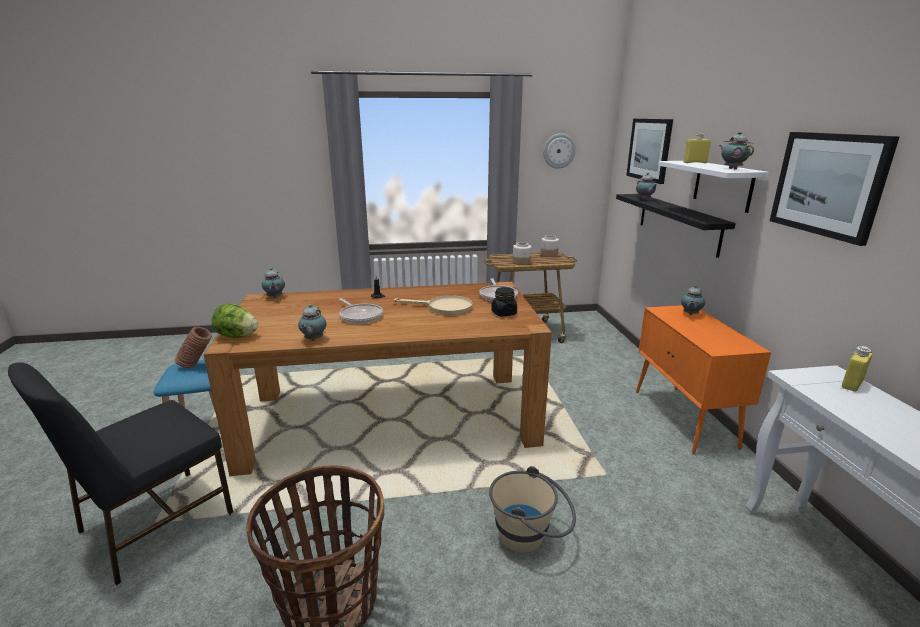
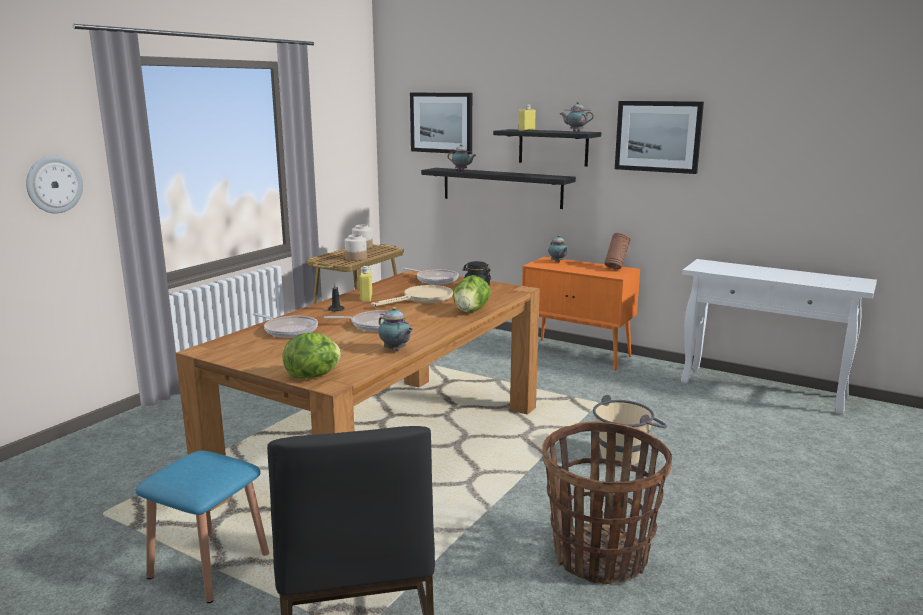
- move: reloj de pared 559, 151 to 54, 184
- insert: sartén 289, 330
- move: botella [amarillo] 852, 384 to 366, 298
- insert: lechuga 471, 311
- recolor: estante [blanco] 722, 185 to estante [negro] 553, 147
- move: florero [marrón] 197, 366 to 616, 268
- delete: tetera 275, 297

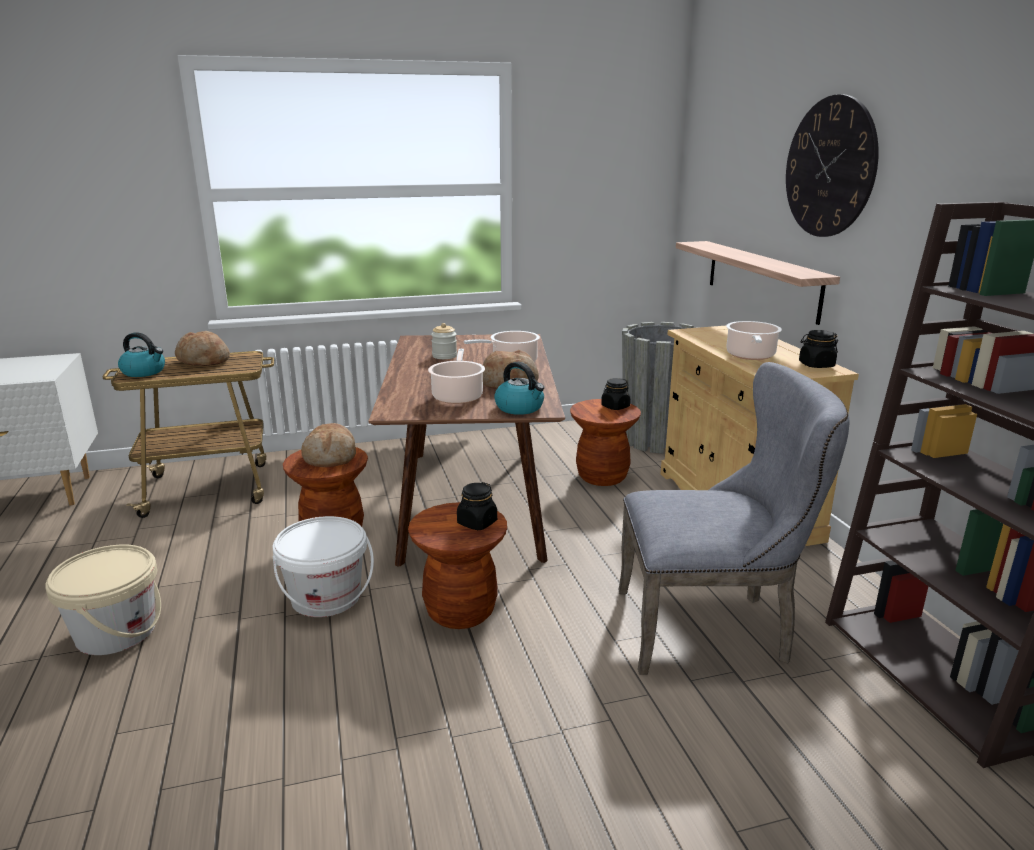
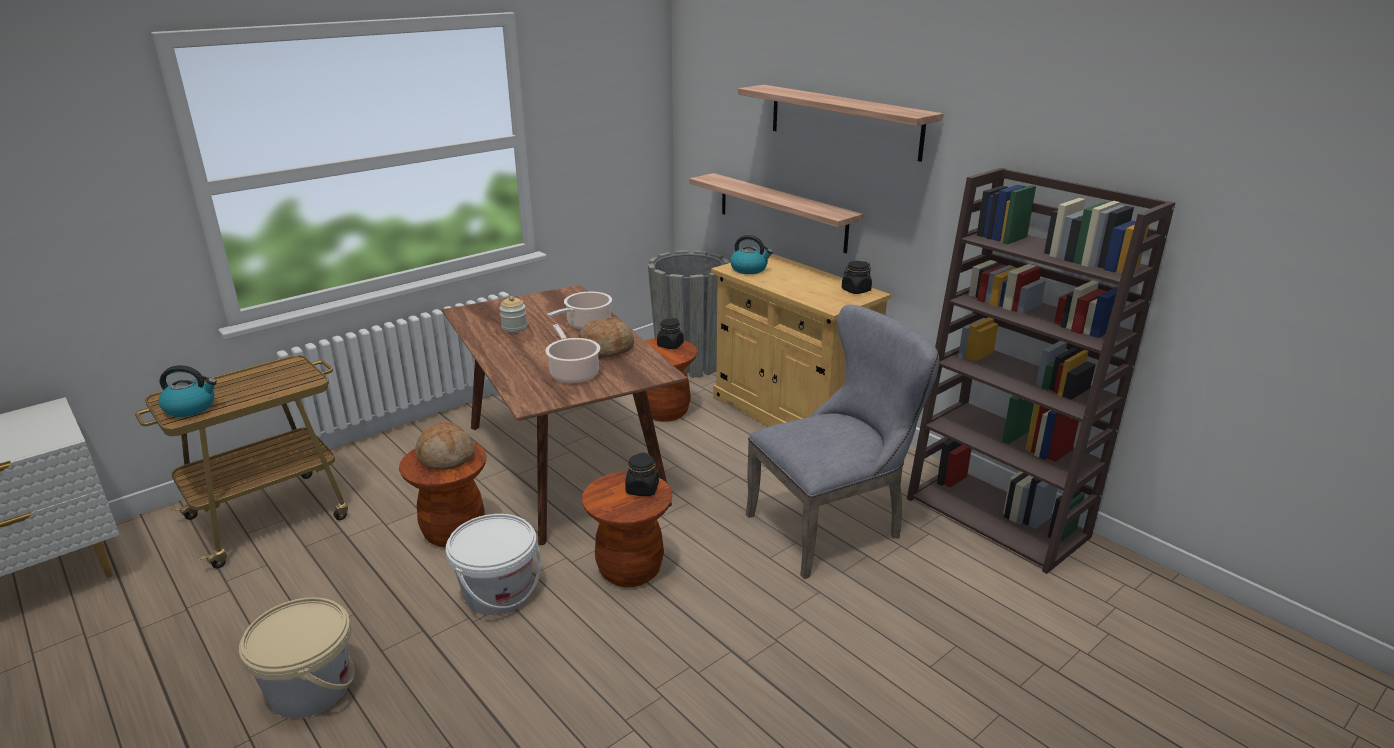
- move: hervidor 520, 408 to 749, 269
- replace: reloj de pared 830, 167 to estante 844, 121
- delete: pan 203, 360
- delete: olla 750, 356

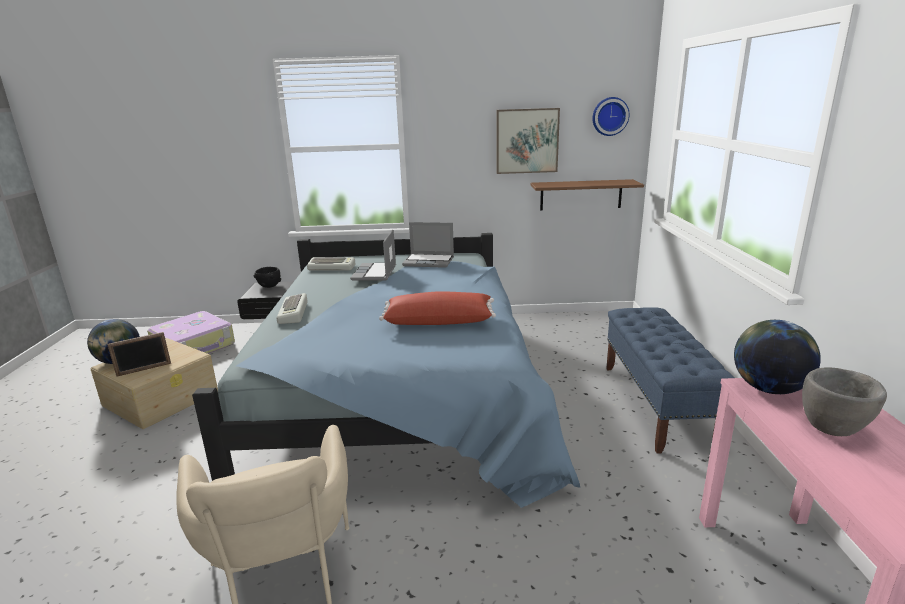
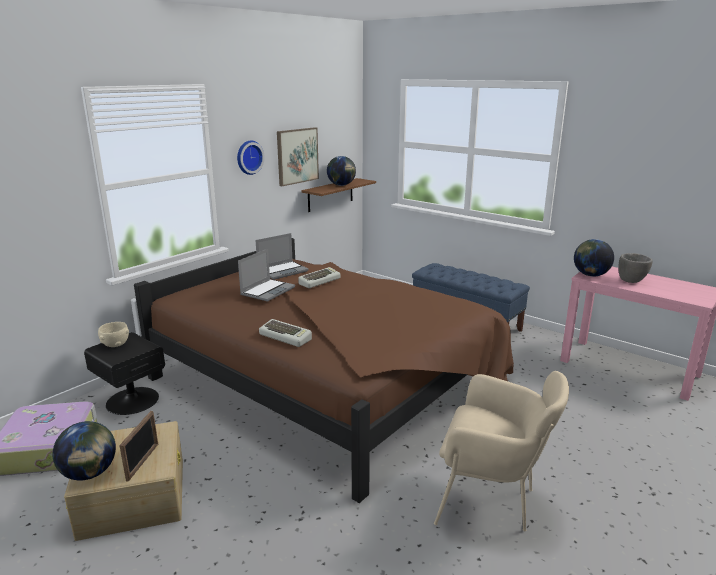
- recolor: cuenco [negro] 269, 286 to cuenco [beis] 115, 345
- recolor: cama [azul] 402, 391 to cama [marrón] 330, 382
- move: reloj de pared 609, 116 to 248, 157
- rotate: portátil 375, 273 = 267, 291 105 degrees counterclockwise
- move: teclado 332, 267 to 319, 281
- insert: globo terráqueo 341, 185
- delete: cojín [rojo] 439, 321

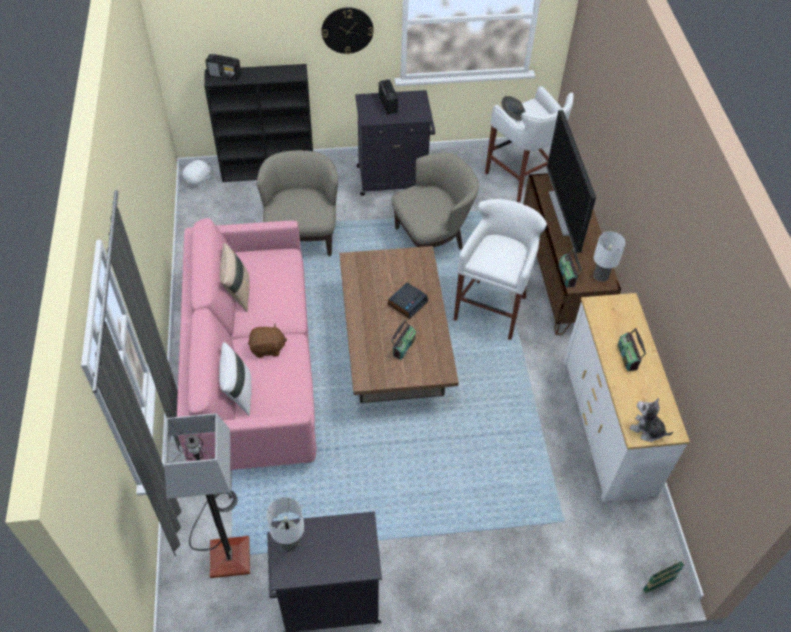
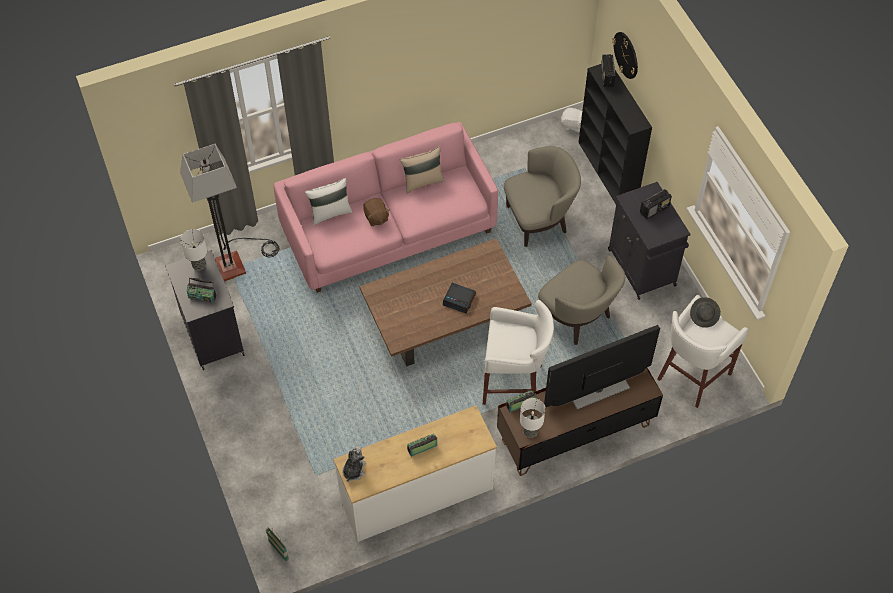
- move: radio 403, 346 to 202, 295
- move: reloj de pared 347, 30 to 626, 55

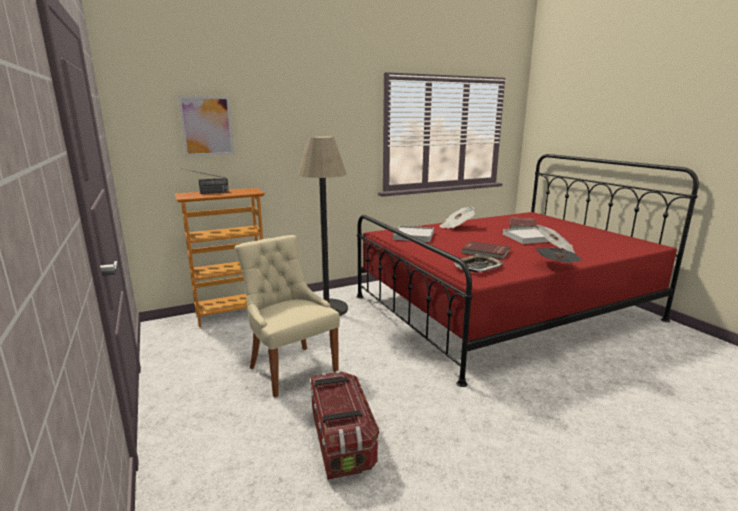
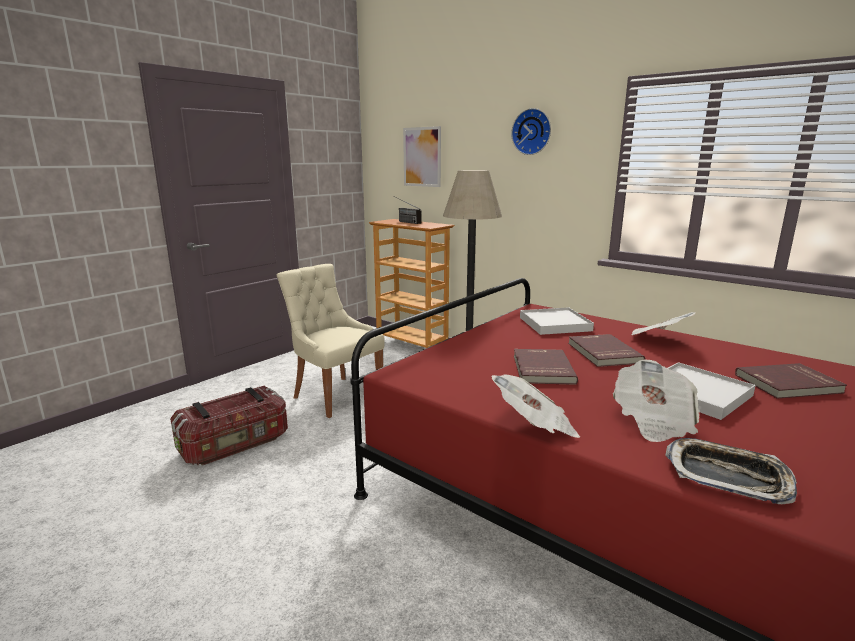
- rotate: silla [beis] 291, 368 = 335, 395 75 degrees counterclockwise
- insert: reloj de pared 532, 132
- insert: libro [rojo] 602, 353
- move: bandeja 478, 267 to 727, 476

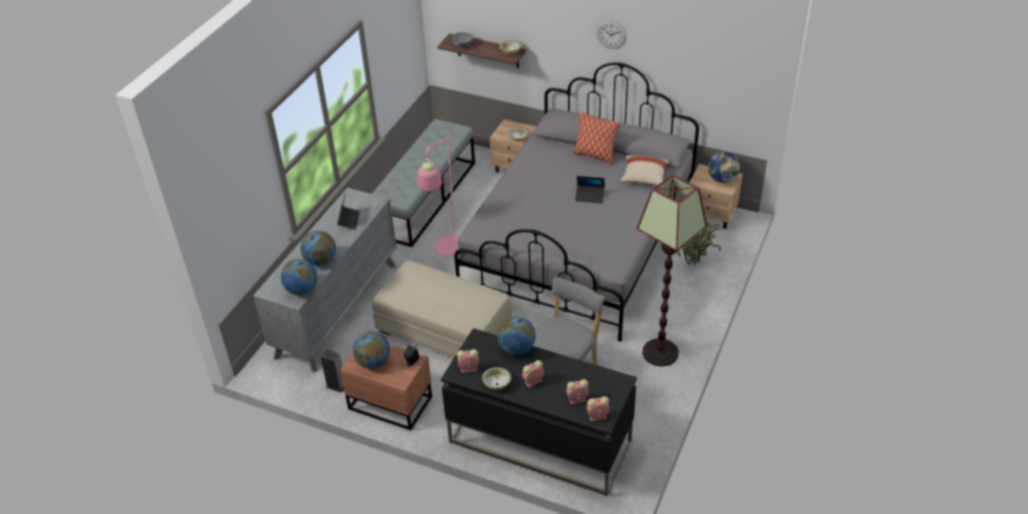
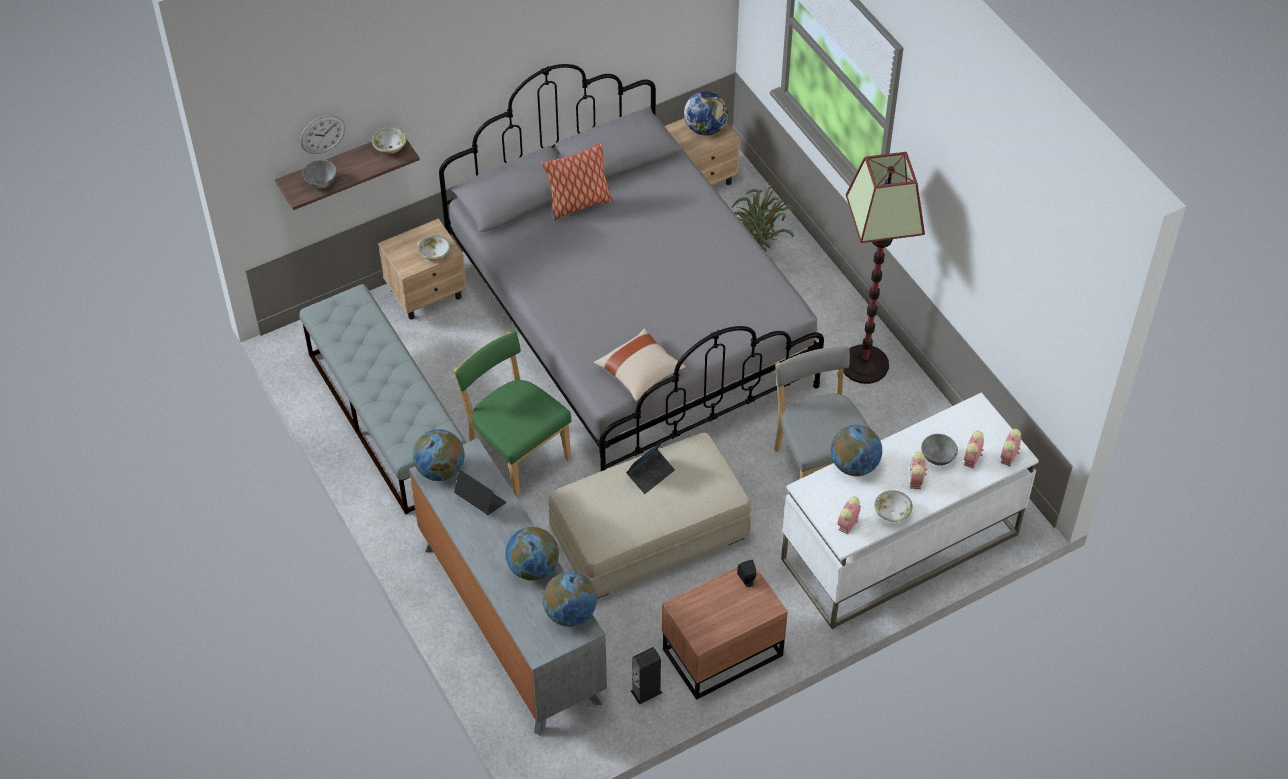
- move: reloj de pared 611, 34 to 322, 134
- move: globo terráqueo 373, 362 to 440, 470
- replace: lámpara de pie [rosa] 448, 252 to silla [verde] 516, 453
- move: cojín [beis] 644, 178 to 640, 373
- move: portátil 590, 196 to 650, 474
- recolor: escritorio [negro] 539, 442 to escritorio [blanco] 899, 547
- insert: cuenco [gris] 937, 457

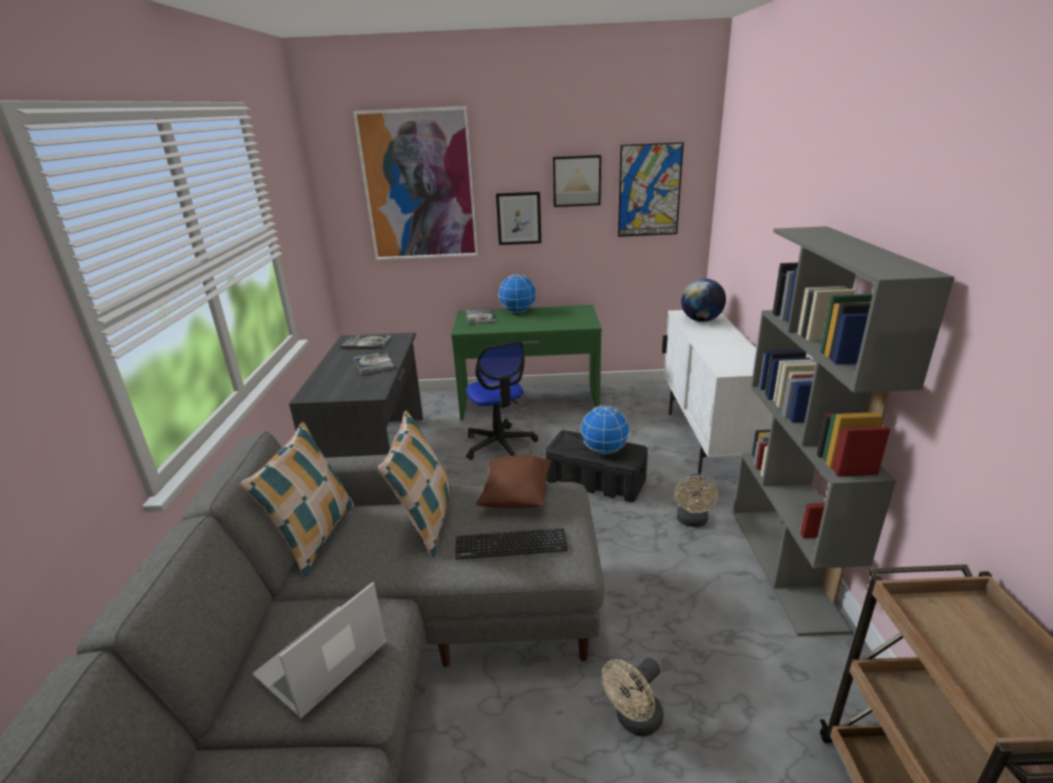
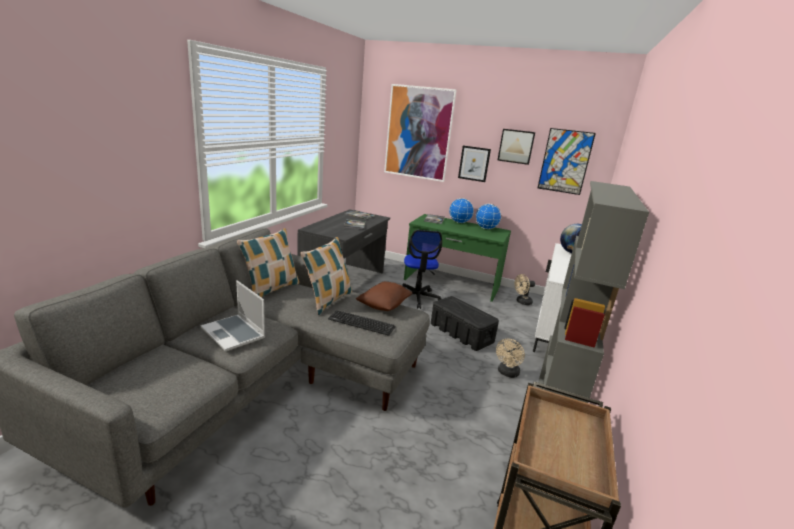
- rotate: portátil 322, 663 = 234, 333 105 degrees counterclockwise
- move: globo terráqueo 604, 450 to 486, 228
- move: ventilador [beis] 634, 721 to 521, 302

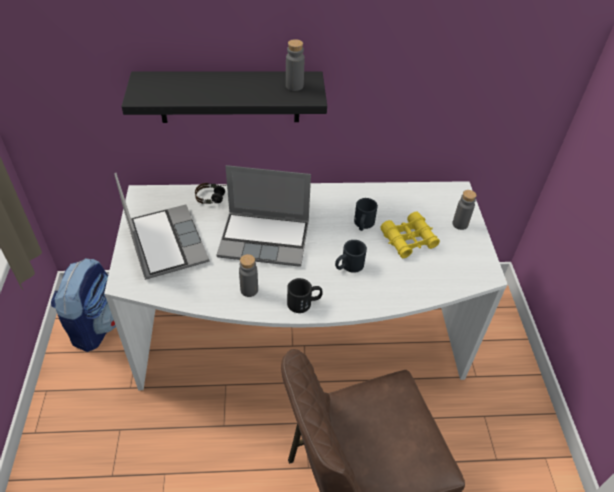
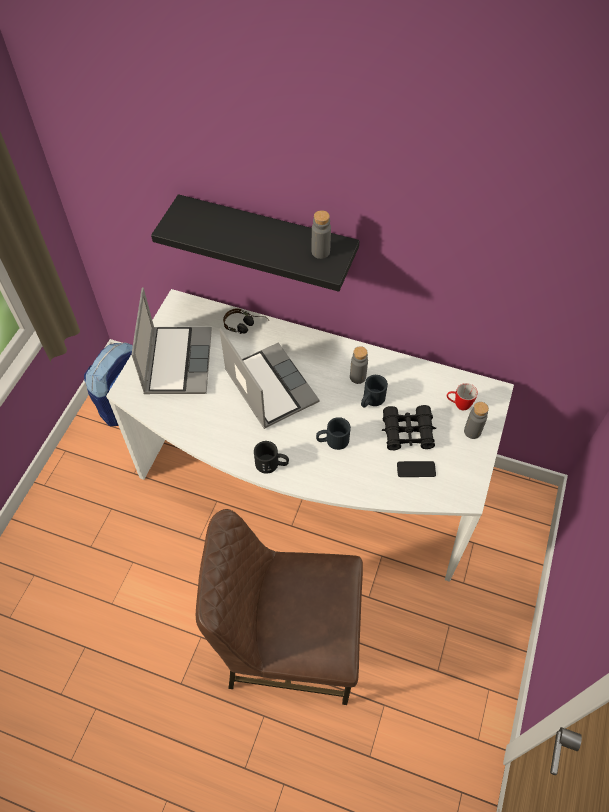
- rotate: portátil 265, 239 = 269, 386 150 degrees counterclockwise
- move: botella [gris] 249, 290 to 357, 377
- recolor: prismáticos [amarillo] 409, 240 to prismáticos [negro] 408, 432
- insert: móvil 416, 469
- insert: taza grande 458, 404

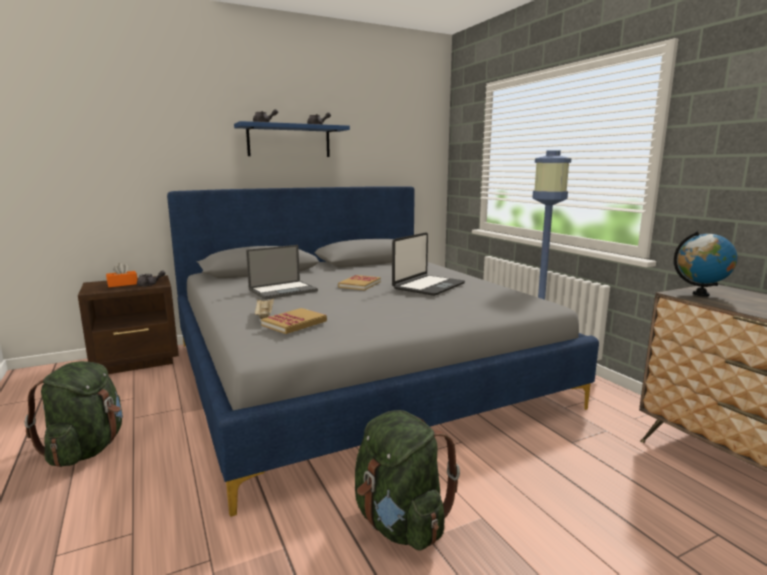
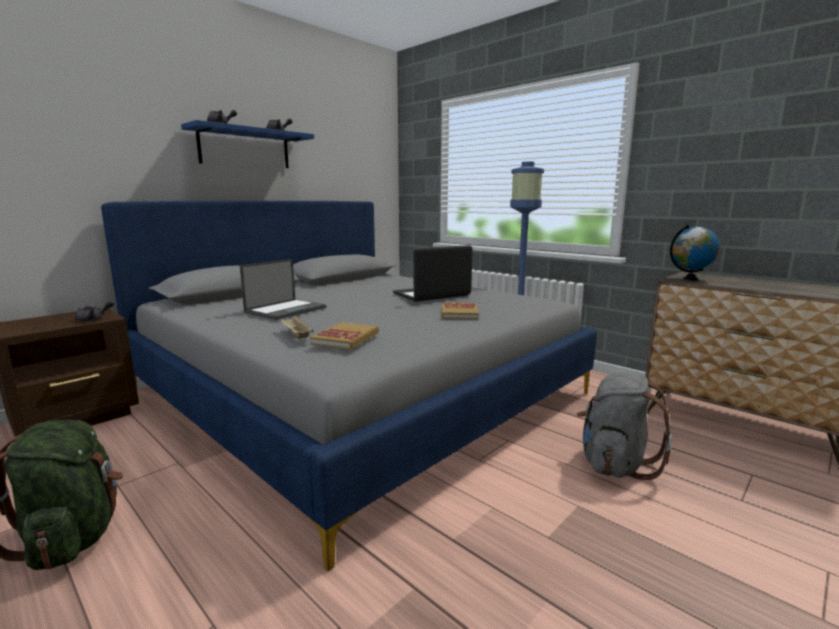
- rotate: portátil 428, 286 = 432, 295 135 degrees counterclockwise
- move: libro 359, 284 to 459, 313
- insert: mochila [gris] 615, 464
- delete: caja de pañuelos [naranja] 122, 284
- delete: mochila [verde] 400, 523

